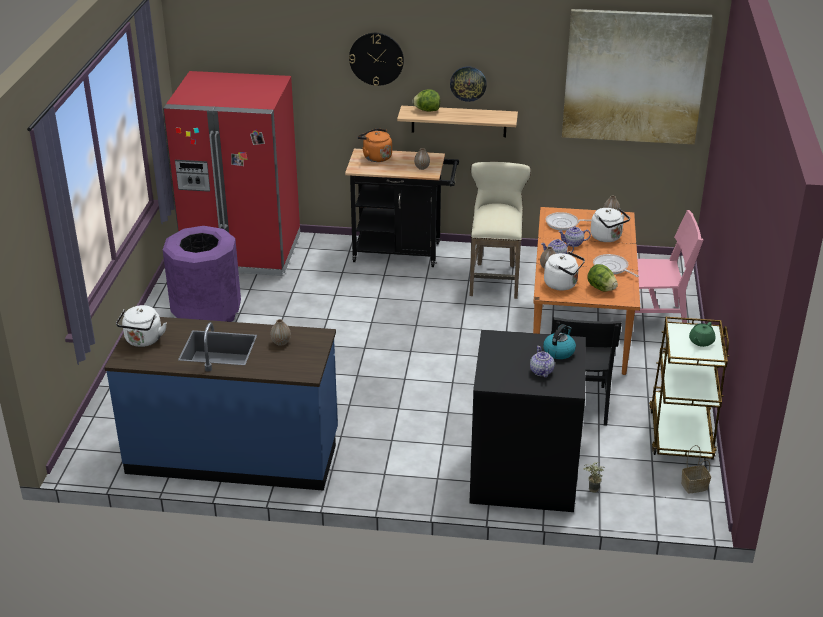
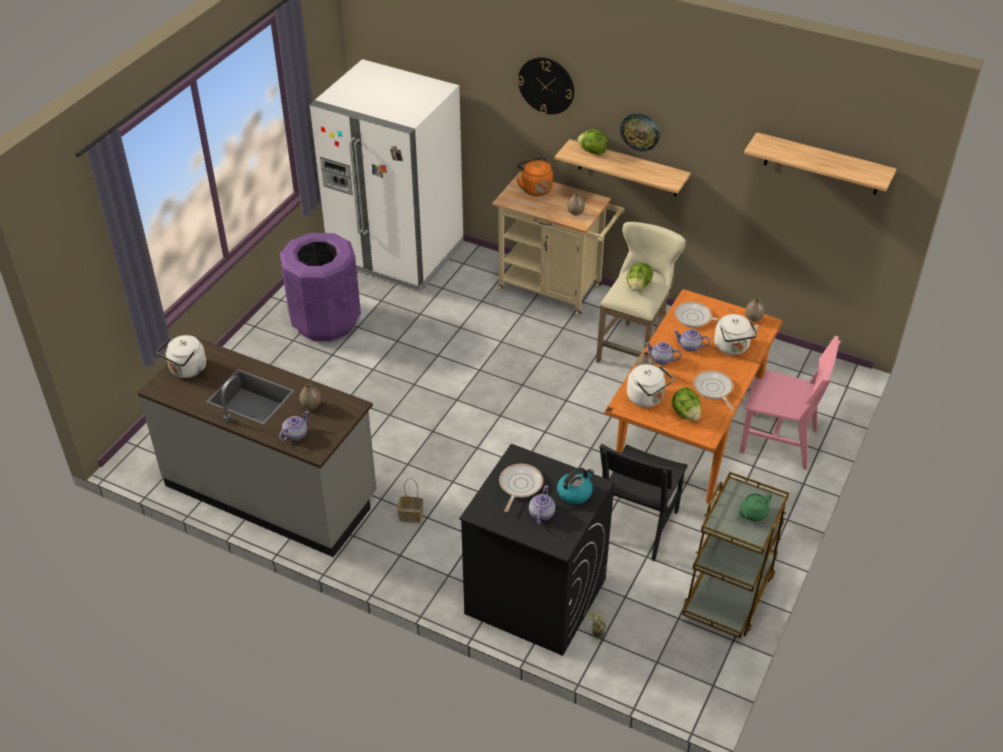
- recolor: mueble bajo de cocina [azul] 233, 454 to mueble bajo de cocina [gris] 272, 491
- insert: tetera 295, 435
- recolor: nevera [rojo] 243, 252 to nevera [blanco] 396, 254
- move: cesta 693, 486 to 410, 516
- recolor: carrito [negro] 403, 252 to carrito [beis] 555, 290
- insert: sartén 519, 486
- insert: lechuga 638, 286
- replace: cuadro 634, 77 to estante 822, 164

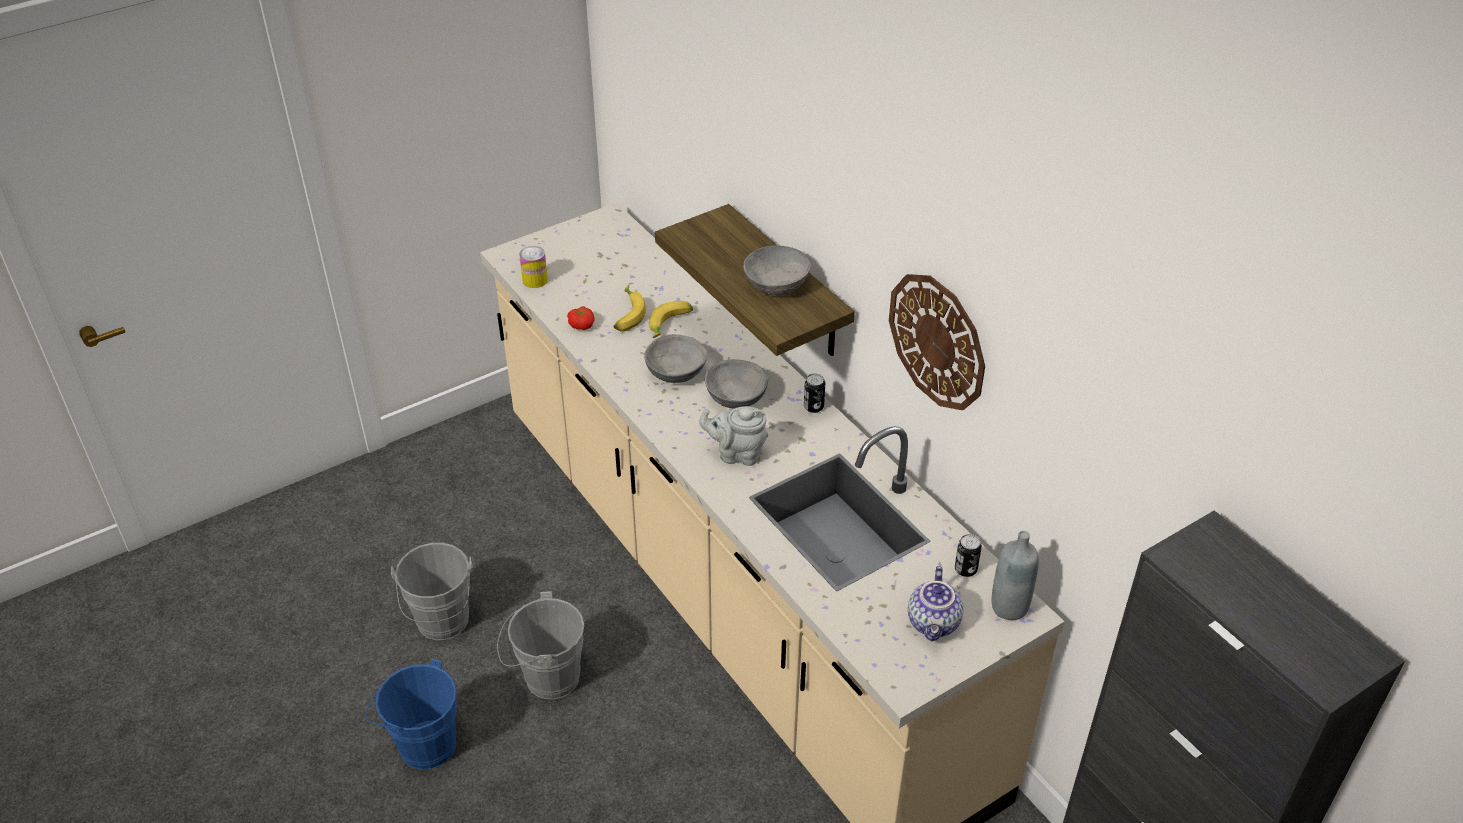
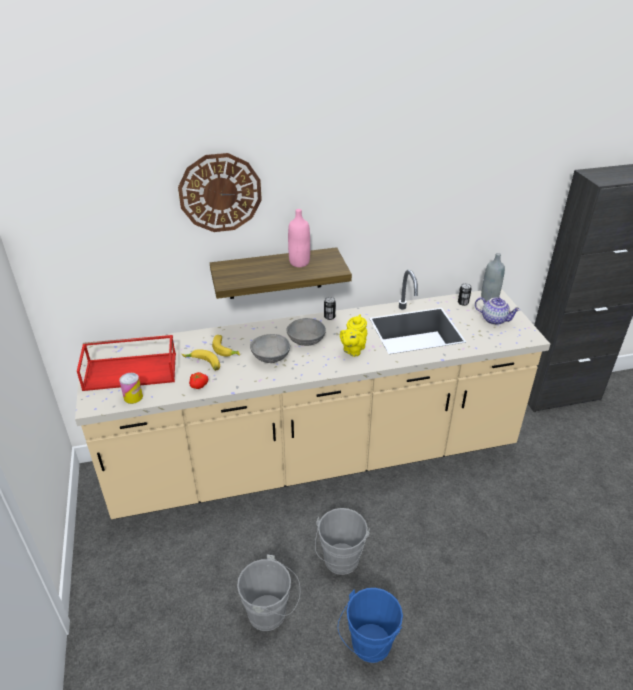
- insert: bandeja [rojo] 131, 371
- move: reloj de pared 937, 341 to 220, 193
- replace: cuenco [gris] 777, 284 to botella [rosa] 299, 262
- recolor: tetera [gris] 737, 454 to tetera [amarillo] 353, 350

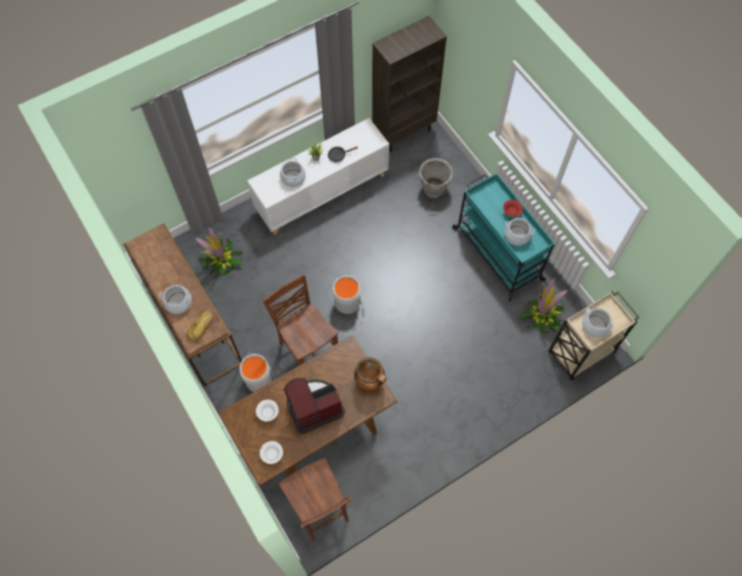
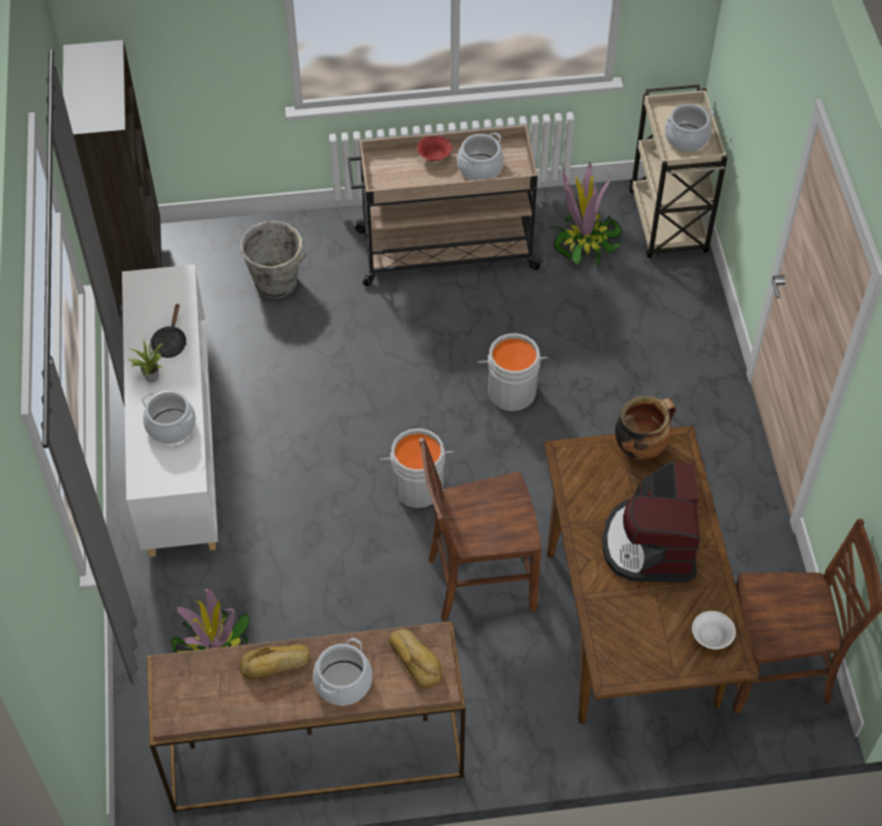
- insert: pan 275, 665
- recolor: carrito [turquesa] 497, 252 to carrito [beis] 444, 250
- move: cubo [gris] 260, 379 to 512, 389
- delete: cuenco [blanco] 268, 413

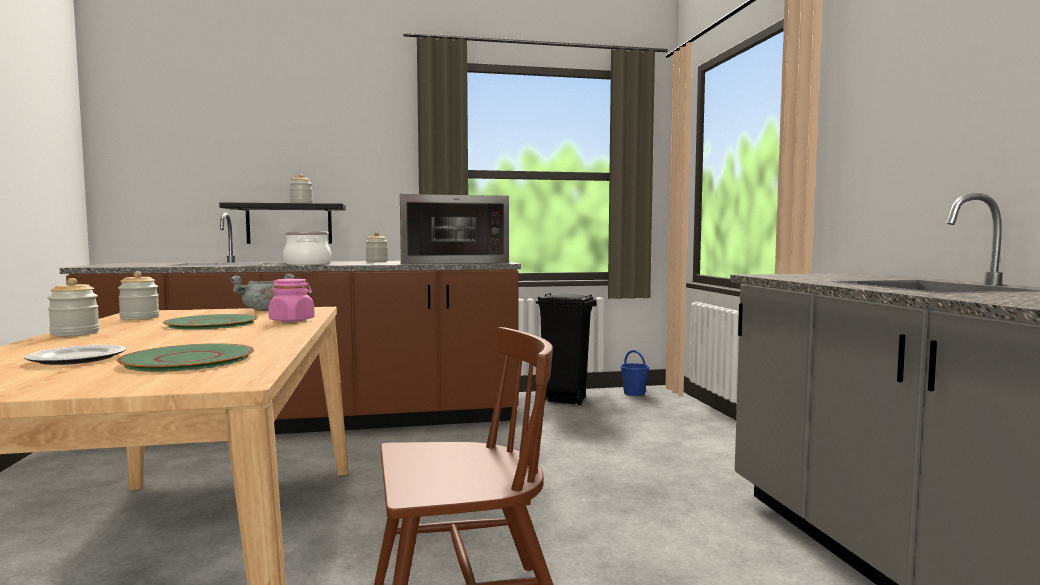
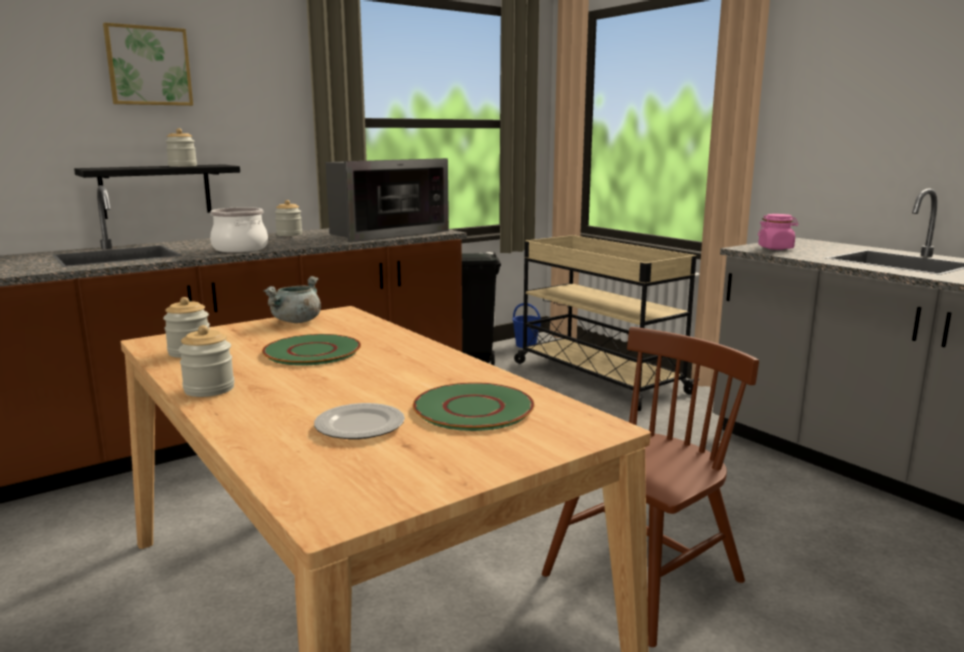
- insert: cuadro 148, 66
- insert: carrito [beis] 597, 377
- move: tarro [rosa] 292, 320 to 775, 248

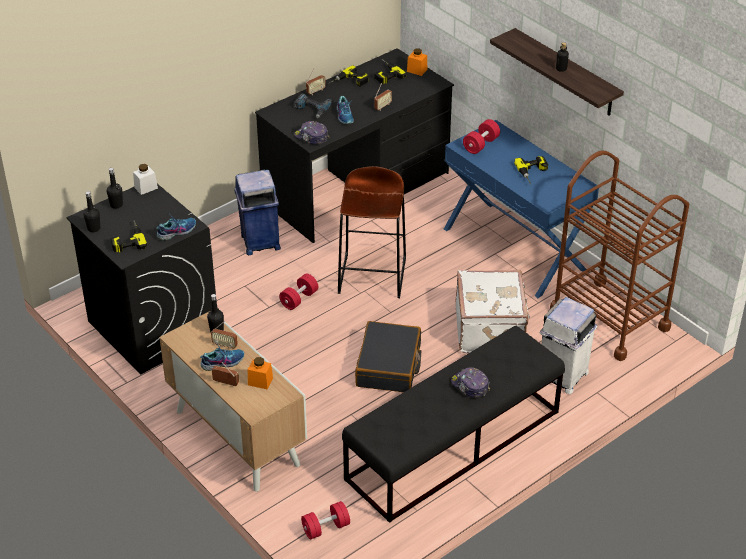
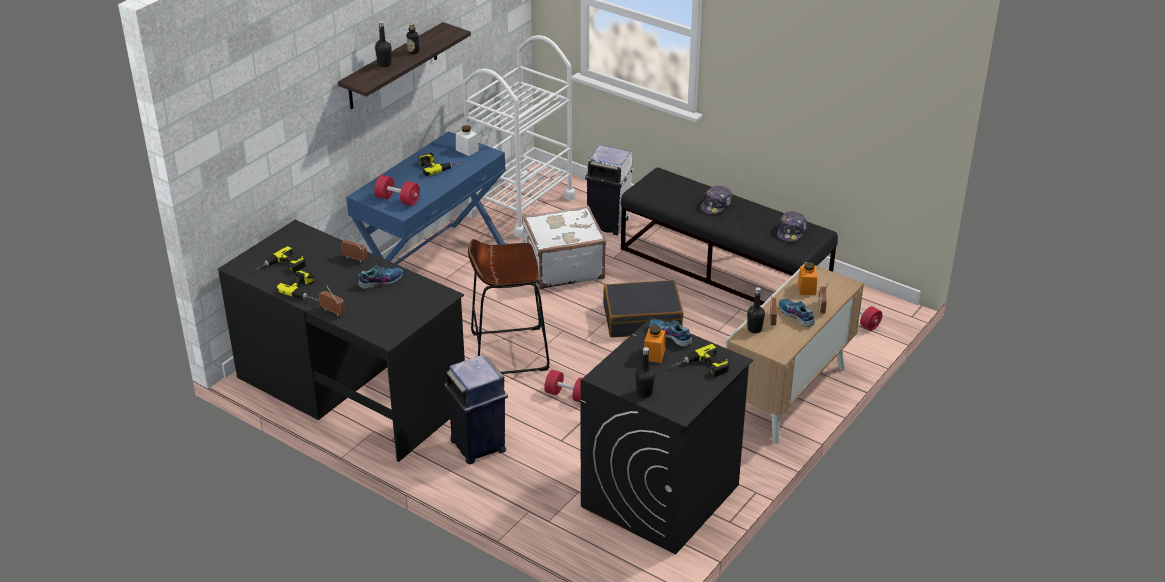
- move: botella [negro] 94, 228 to 384, 64
- move: tarro [blanco] 146, 187 to 467, 150
- recolor: carrito [marrón] 609, 319 to carrito [blanco] 520, 206
- move: tarro [naranja] 417, 70 to 654, 354
- move: gorra 311, 137 to 791, 231
- delete: taladro 311, 109

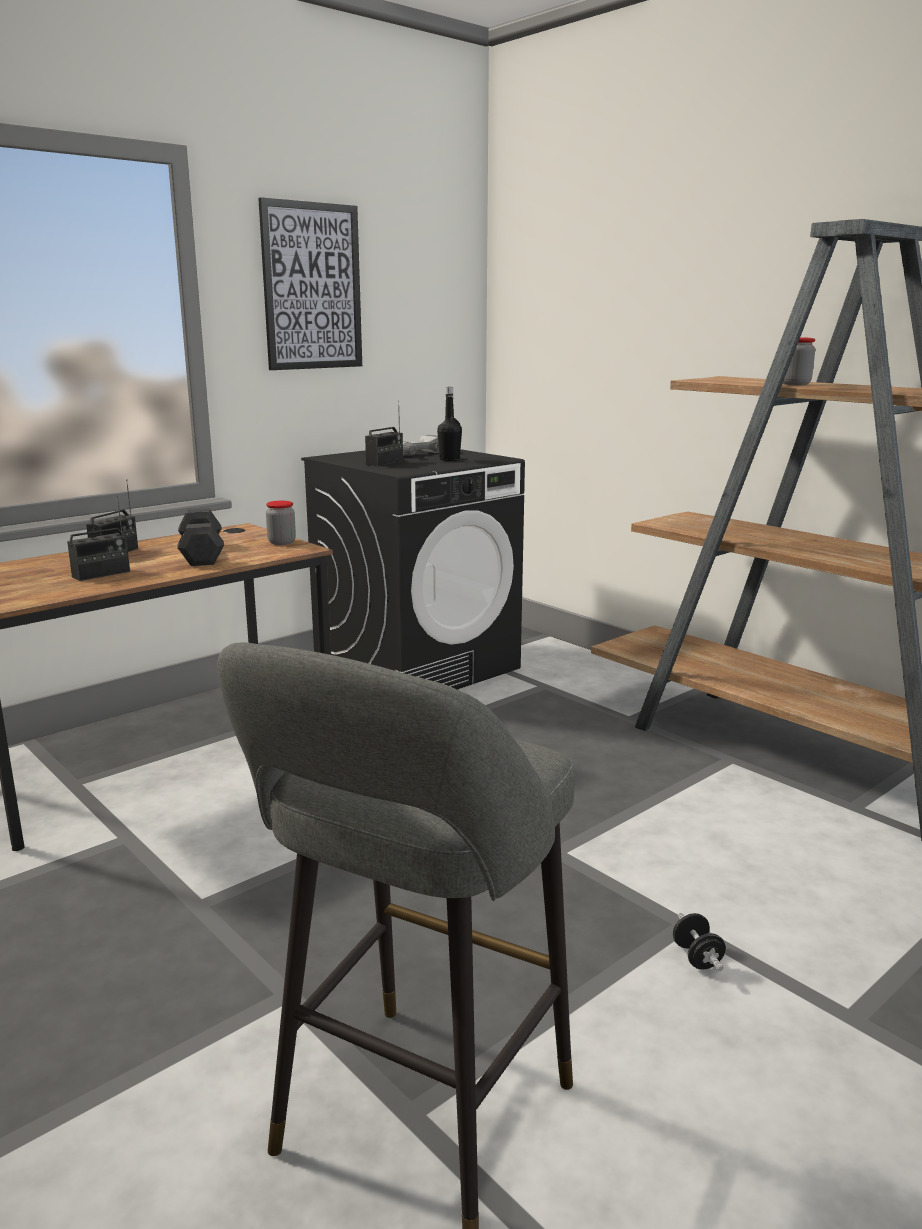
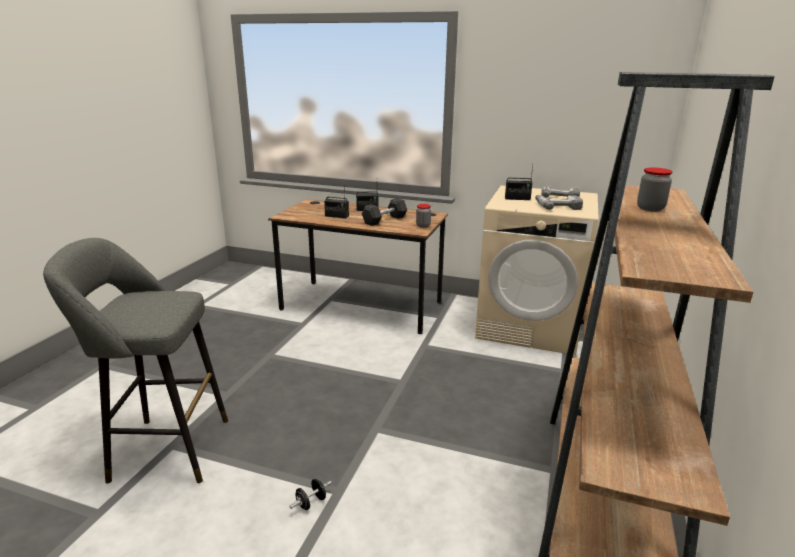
- recolor: lavadora [negro] 418, 667 to lavadora [beis] 529, 326
- replace: botella [negro] 449, 459 to taladro 556, 206
- delete: cuadro 312, 287

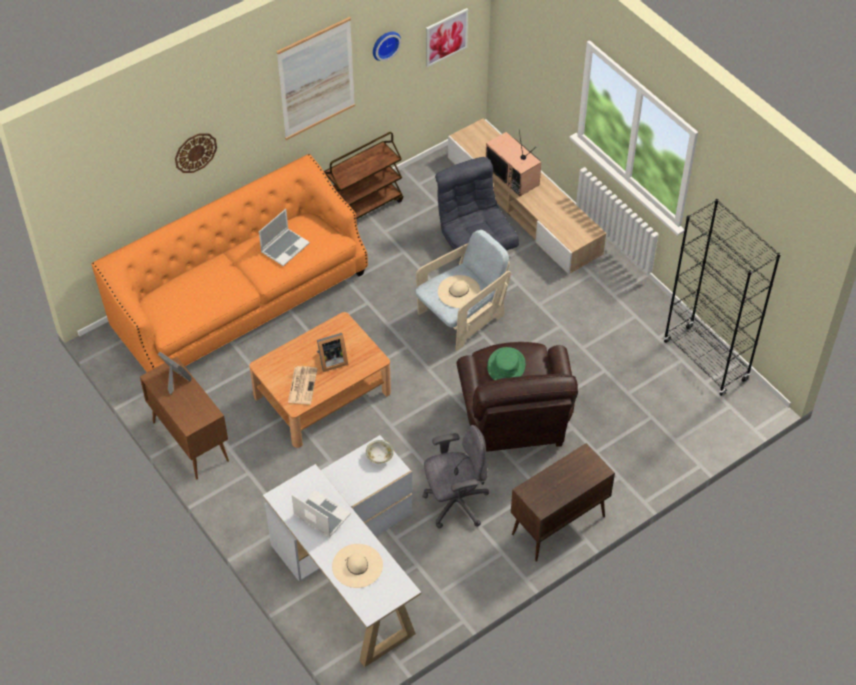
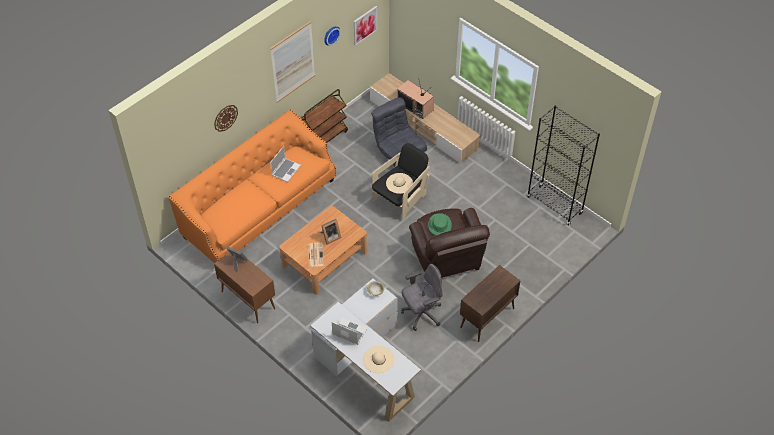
- recolor: sillón [beis] 462, 317 to sillón [negro] 400, 199

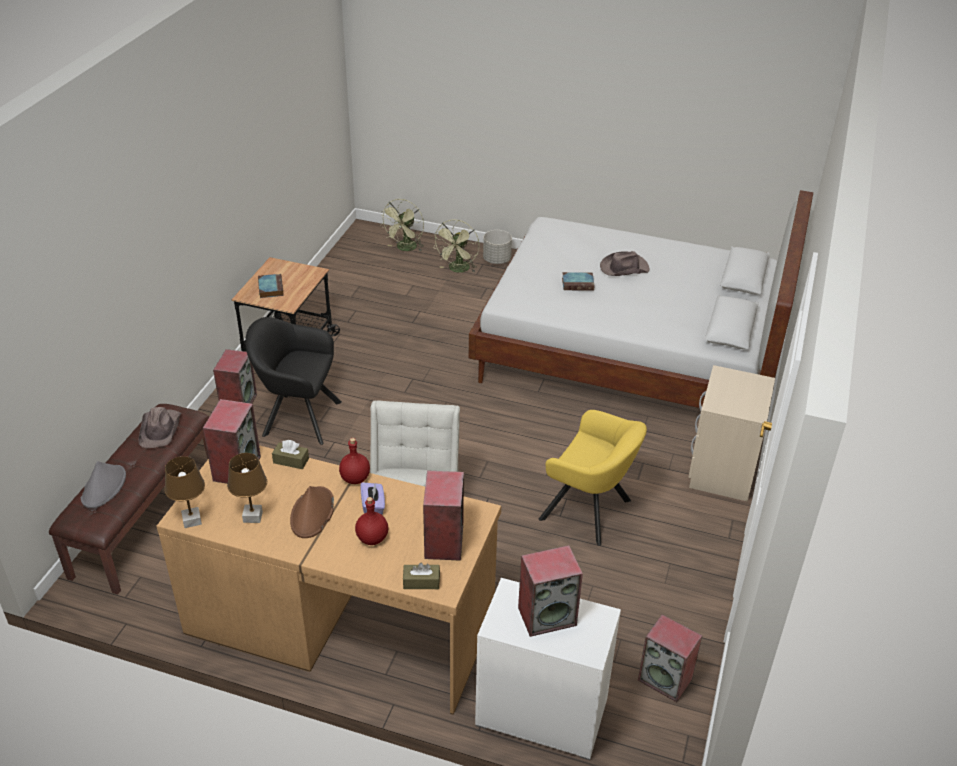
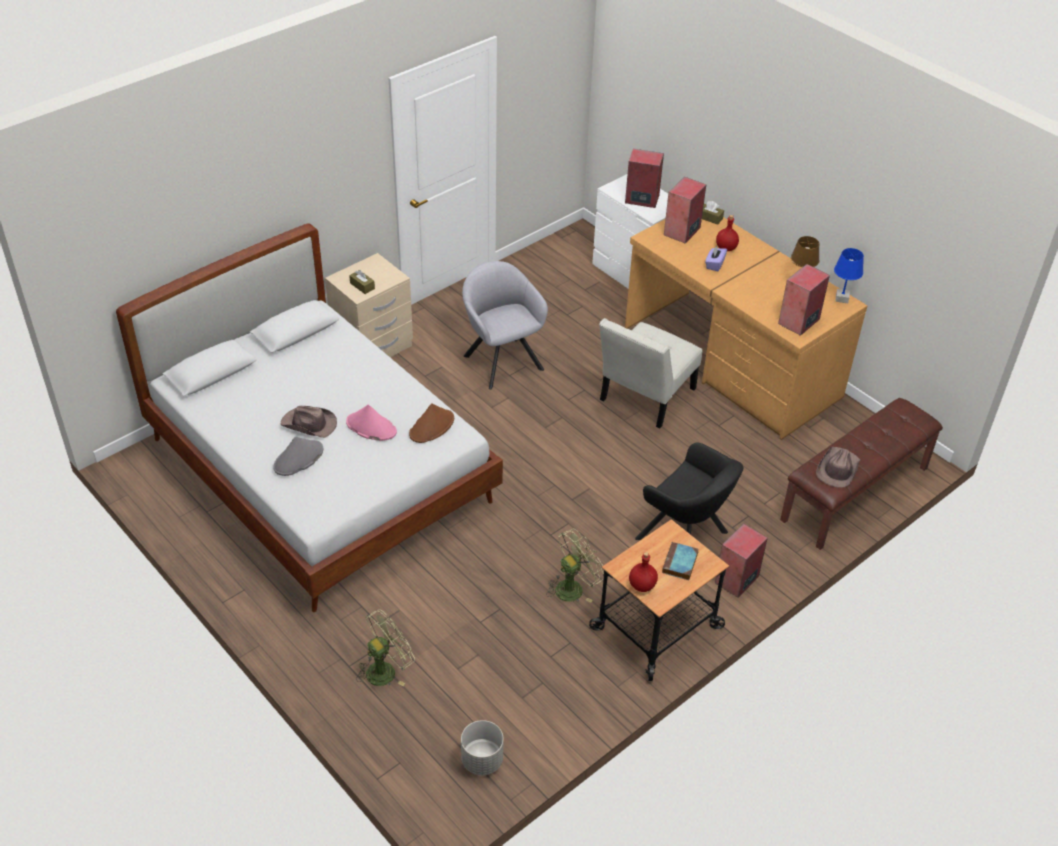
- move: sombrero [gris] 104, 487 to 298, 459
- replace: libro 578, 284 to sombrero [rosa] 371, 427
- move: caja de pañuelos [marrón] 291, 461 to 362, 286
- move: sombrero [marrón] 312, 513 to 432, 426
- move: maceta [gris] 496, 260 to 482, 760
- recolor: sillón [amarillo] 590, 512 to sillón [gris] 501, 359
- move: ventilador [verde] 405, 248 to 573, 587
- move: botella [rojo] 355, 479 to 642, 585
- recolor: lámpara de mesa [marrón] 192, 520 to lámpara de mesa [azul] 841, 299
- delete: altavoz 665, 679

